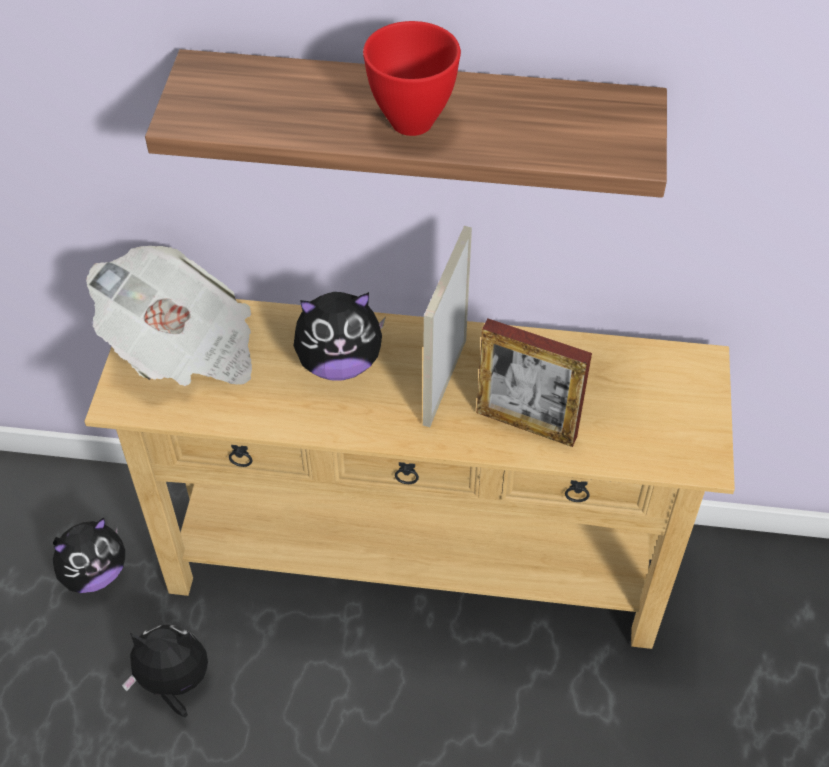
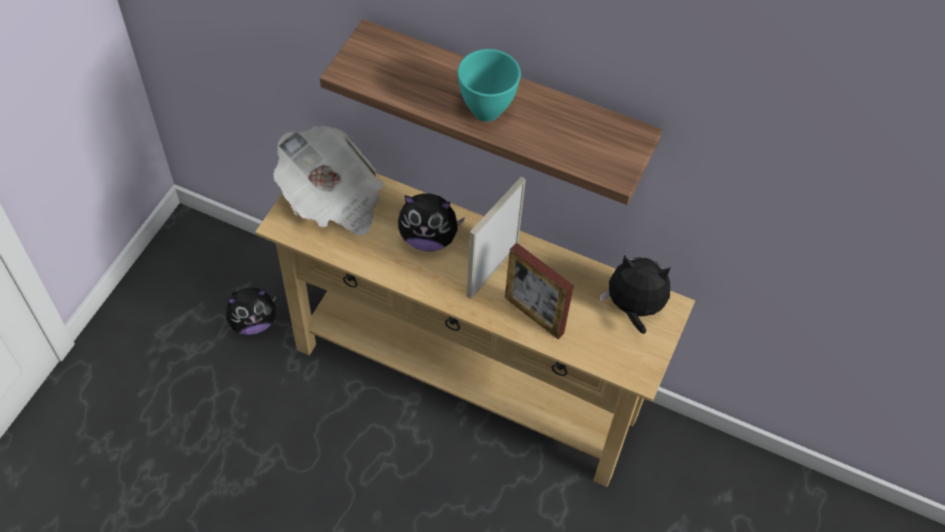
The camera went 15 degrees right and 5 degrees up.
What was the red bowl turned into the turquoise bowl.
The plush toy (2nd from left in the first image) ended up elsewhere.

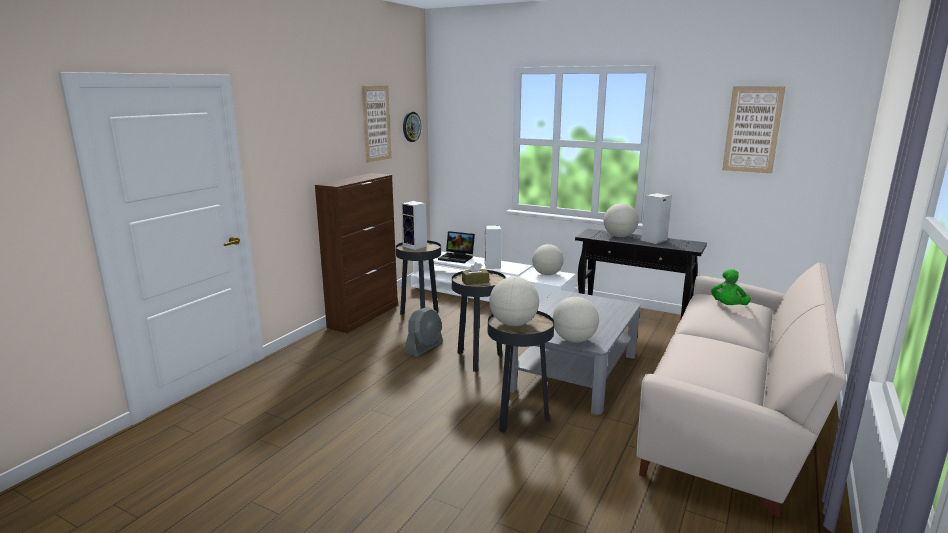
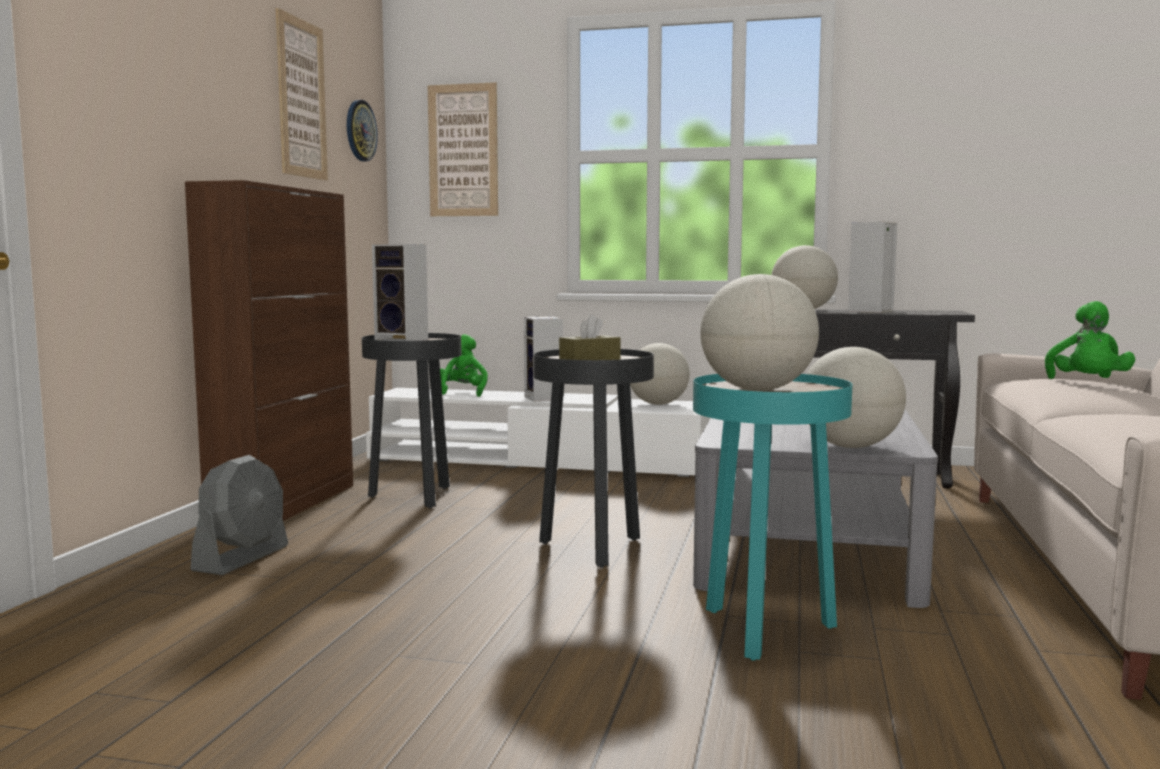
The camera went 15 degrees left and 10 degrees down.
The picture (2nd from left) ended up elsewhere.
Where the laptop stood, the green plush toy (1st from left) came to stand.
The grey fan ended up elsewhere.
What was the black side table (3rd from left) turned into the turquoise side table.

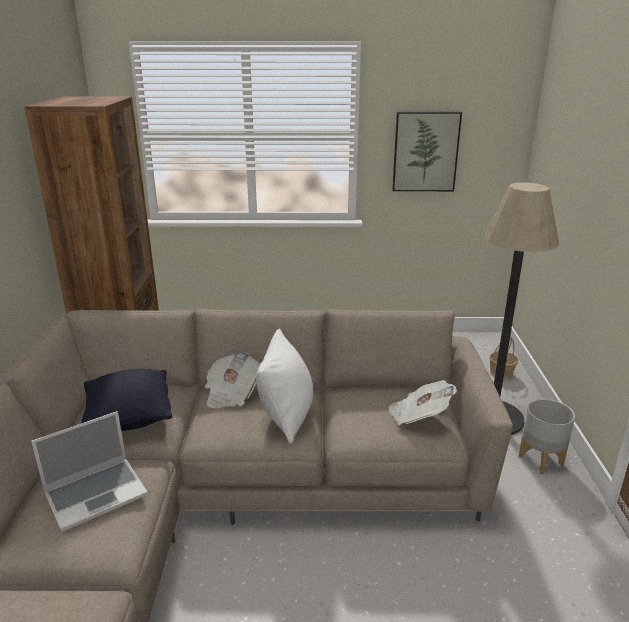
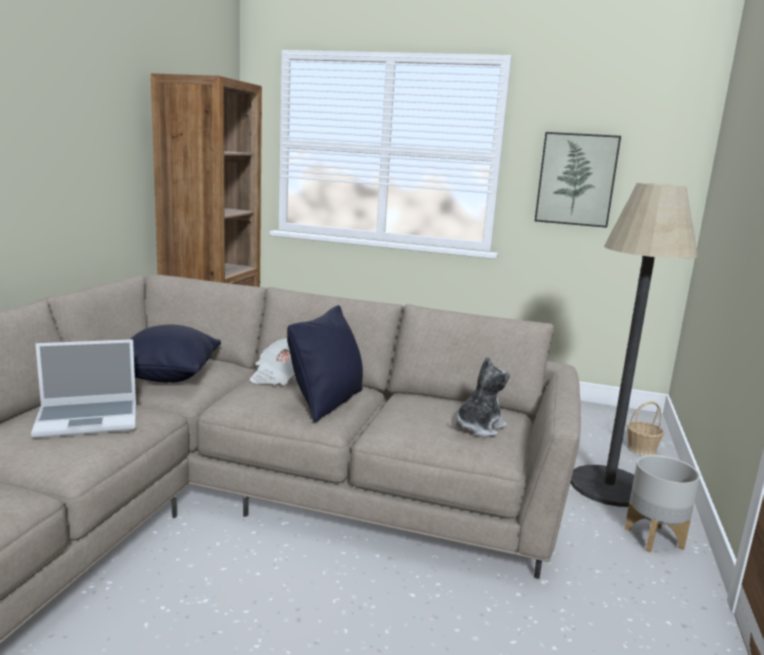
The camera went 15 degrees right and 10 degrees down.
What was the white pillow turned into the black pillow (2nd from left).
Where the newspaper (2nd from left) stood, the plush toy came to stand.

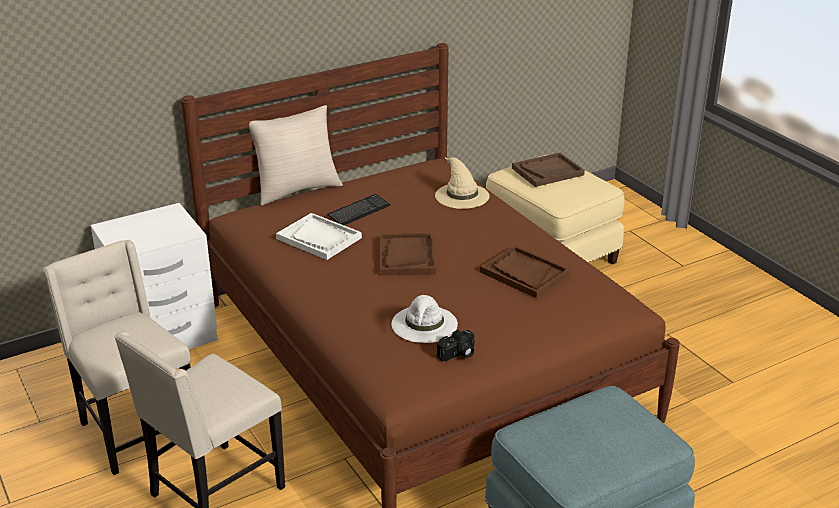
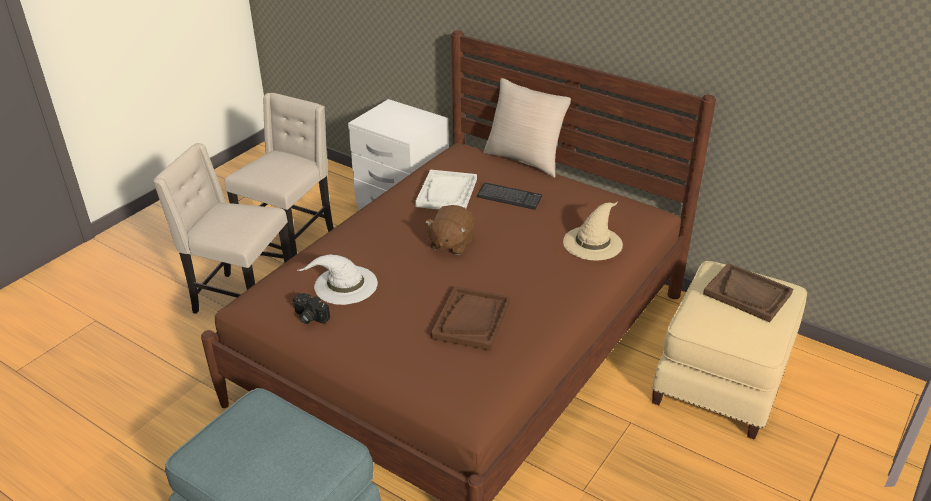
The camera went 65 degrees right and 5 degrees up.
Where the brown tray (1st from left) stood, the brown plush toy came to stand.

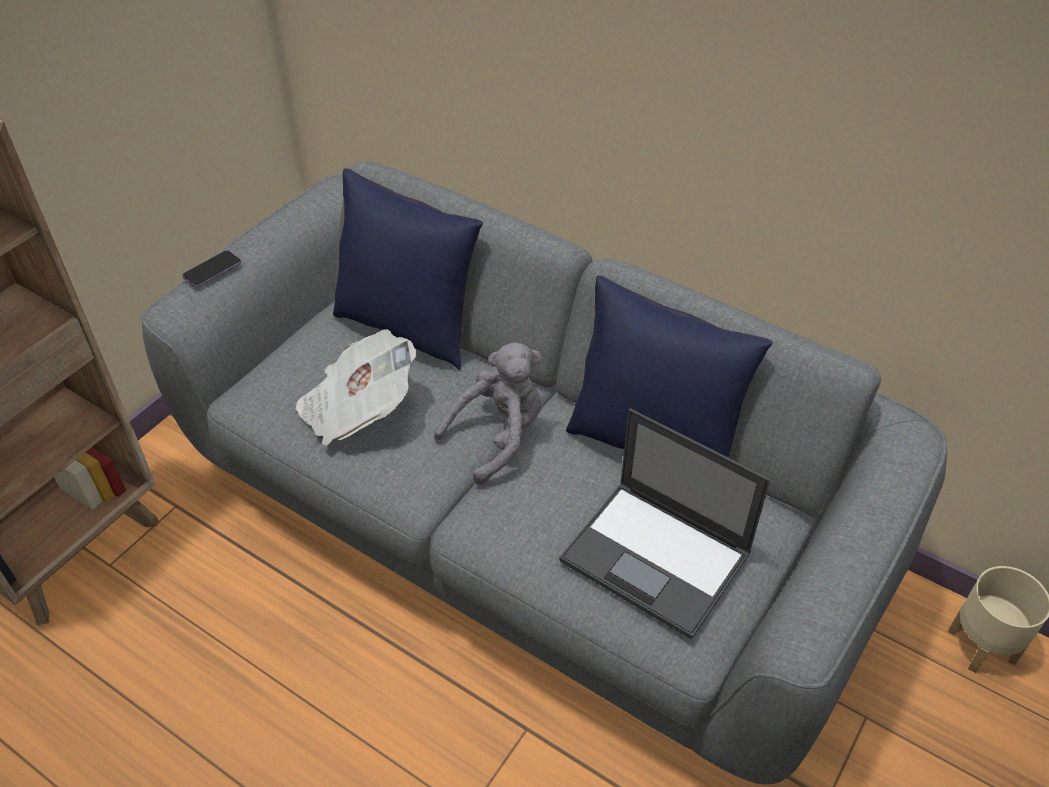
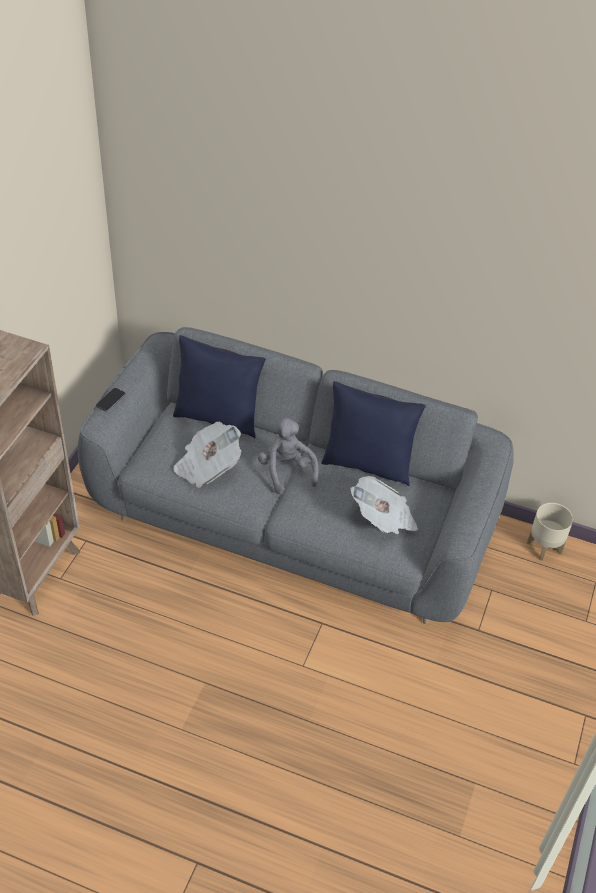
The camera went 15 degrees left and 0 degrees up.
The grey plush toy ended up facing another way, 60 degrees counterclockwise from before.
Where the laptop stood, the newspaper (2nd from left) came to stand.

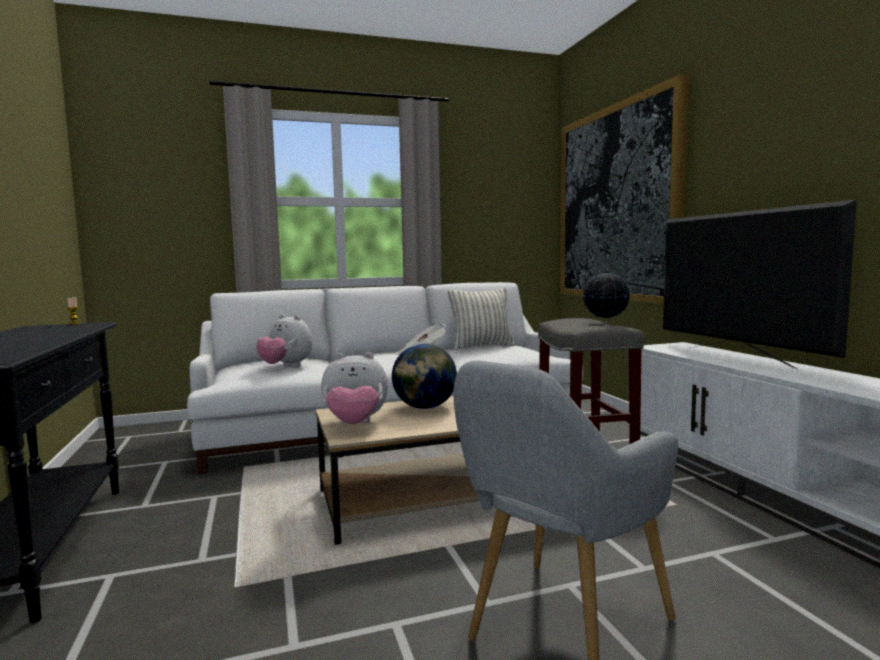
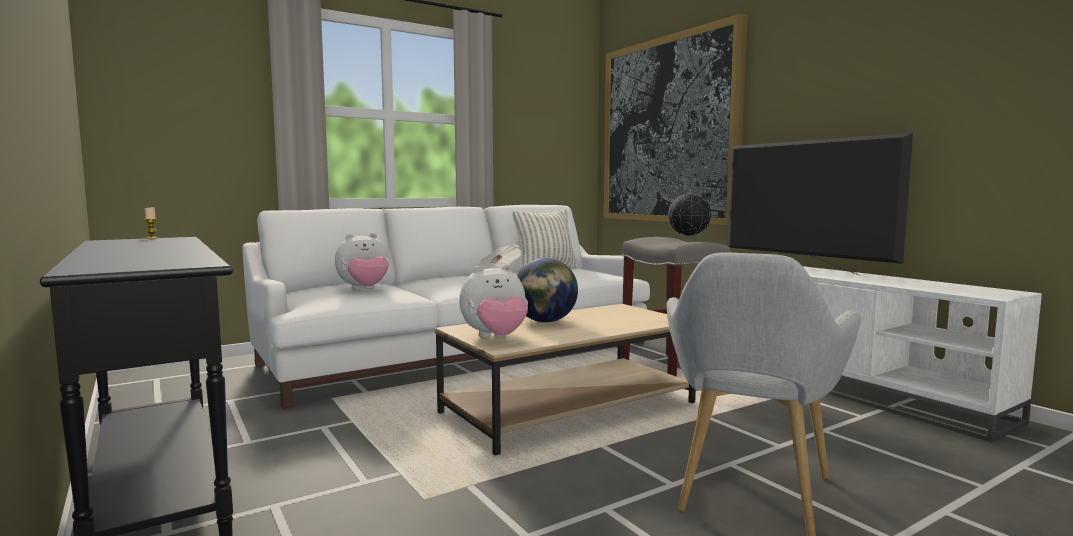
The camera went 15 degrees left and 0 degrees up.
The plush toy (1st from left) ended up facing another way, 45 degrees counterclockwise from before.

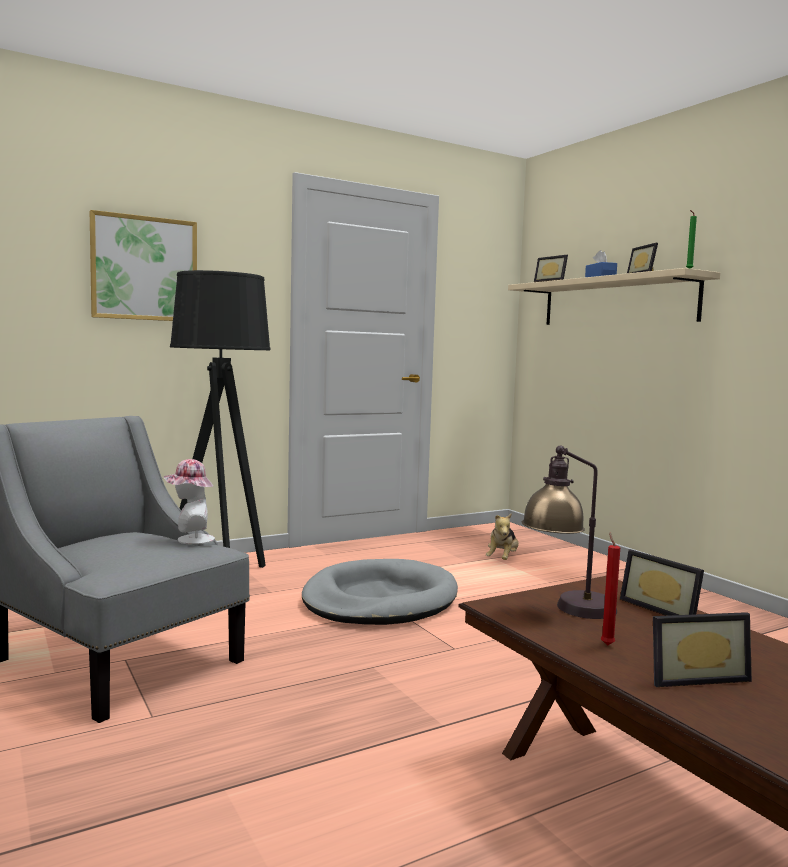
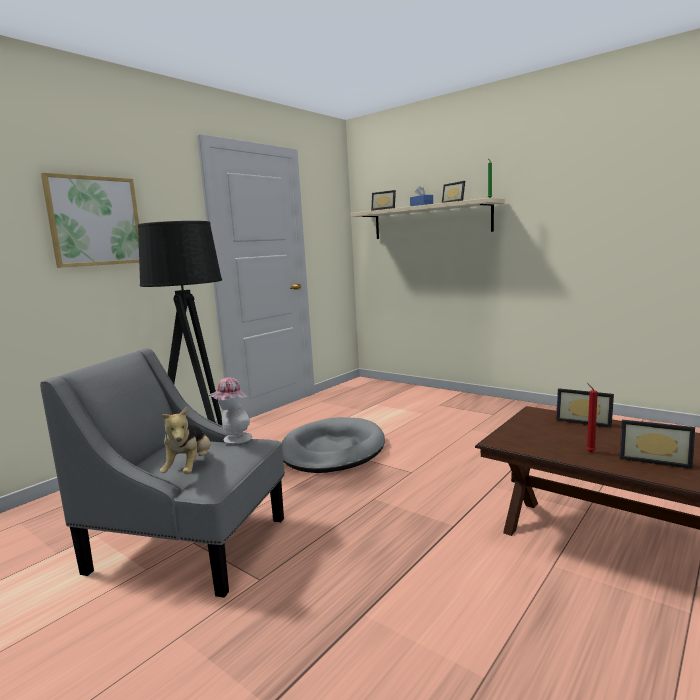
The camera went 20 degrees left and 5 degrees up.
The second view lost the table lamp.
The plush toy ended up elsewhere.
The picture frame (4th from left) ended up facing another way, 60 degrees clockwise from before.

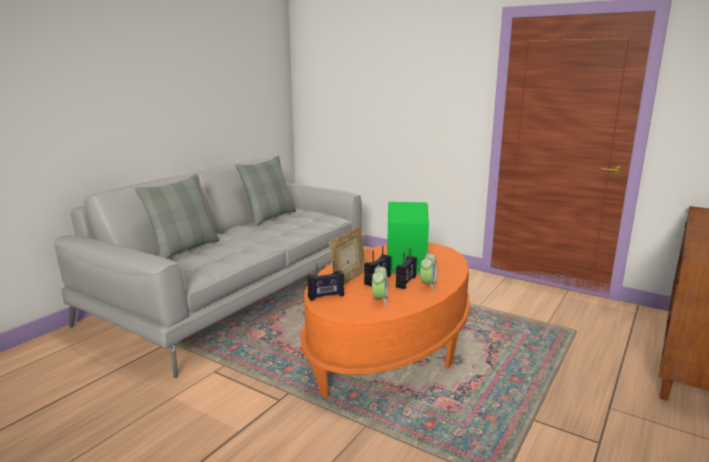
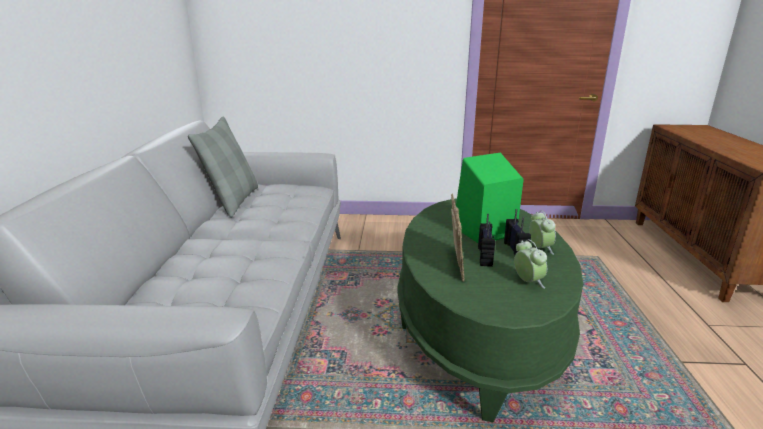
The camera went 30 degrees left and 5 degrees up.
The second view lost the grey pillow (1st from left).
What was the orange coffee table turned into the green coffee table.
The second view lost the radio (1st from left).

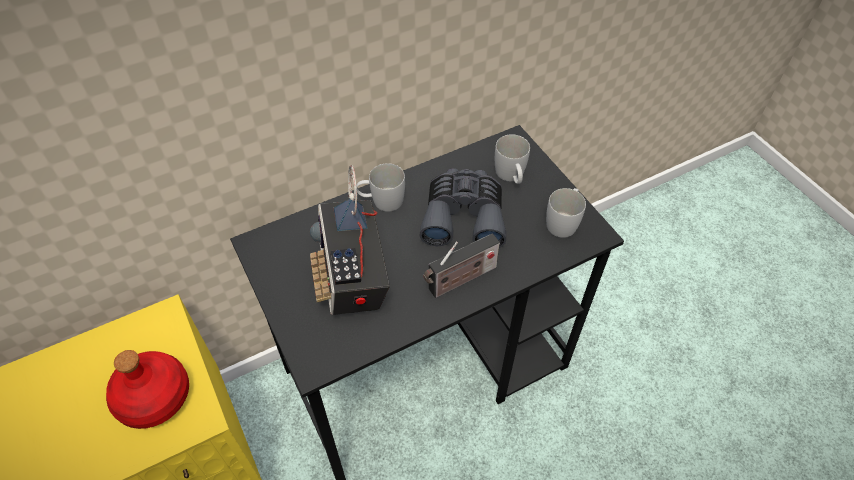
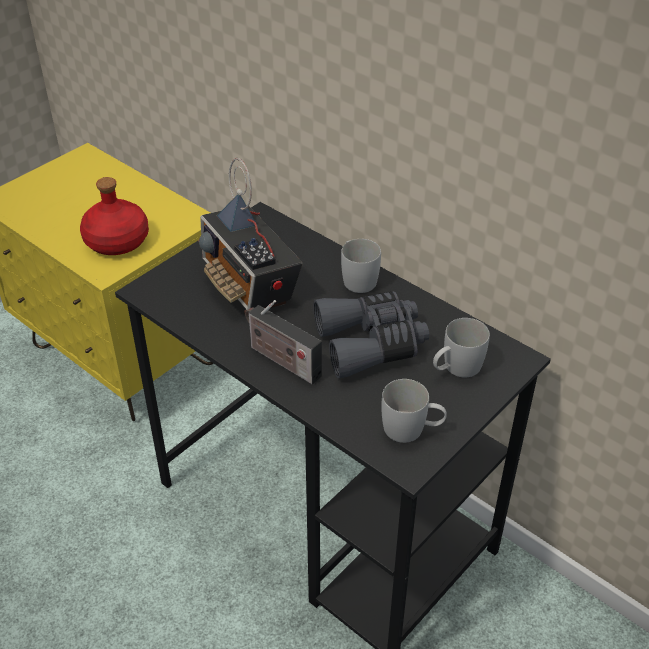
The camera went 70 degrees right and 10 degrees down.
The radio (1st from left) ended up facing another way, 90 degrees counterclockwise from before.

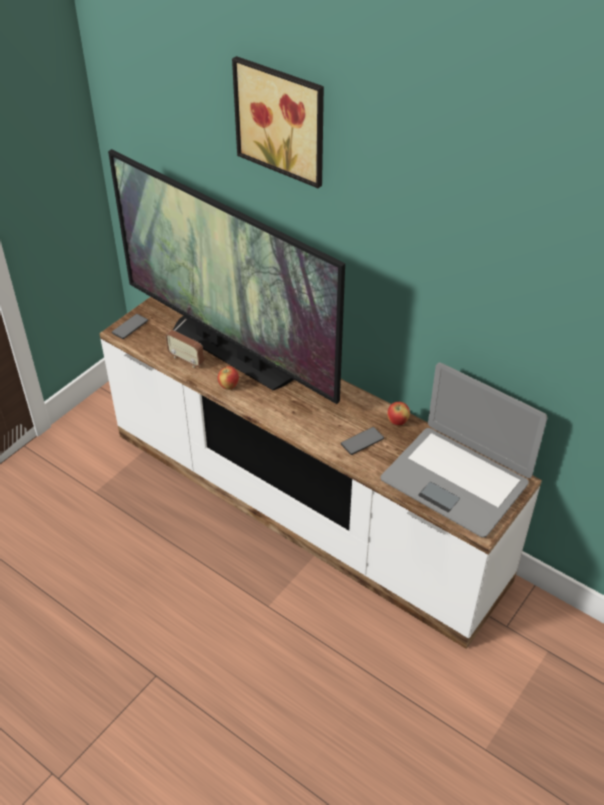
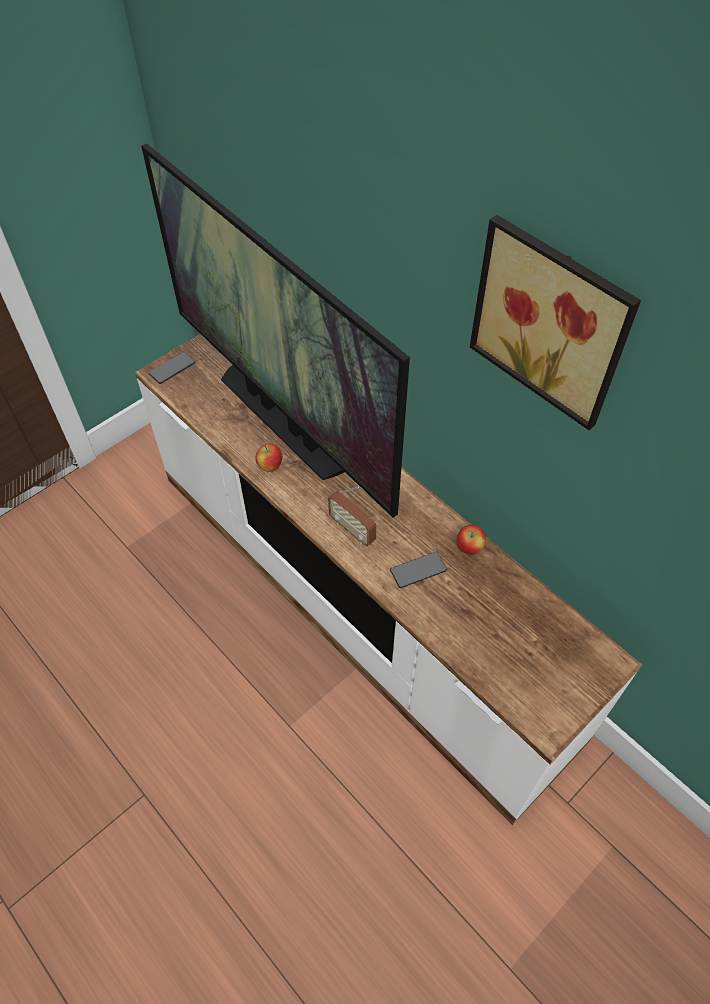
The camera went 10 degrees right and 10 degrees up.
The picture ended up elsewhere.
The radio ended up elsewhere.
The second view lost the laptop.

